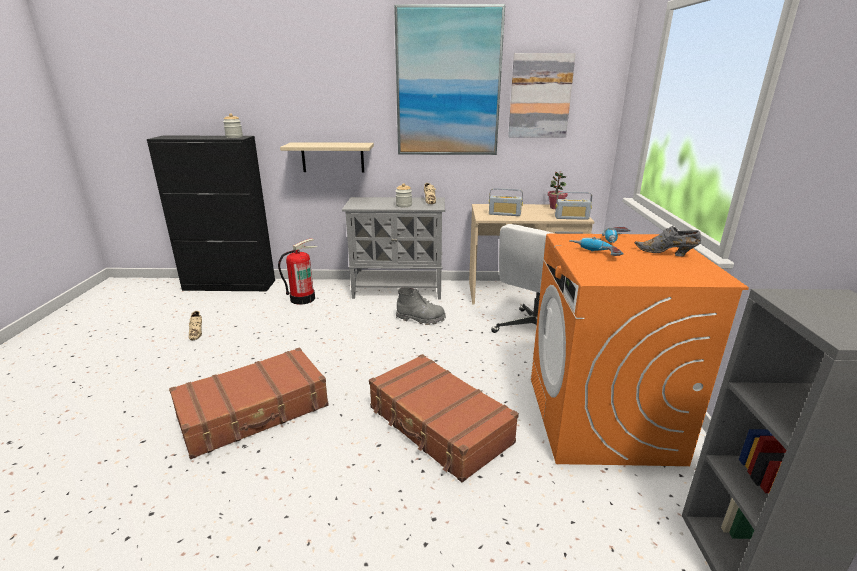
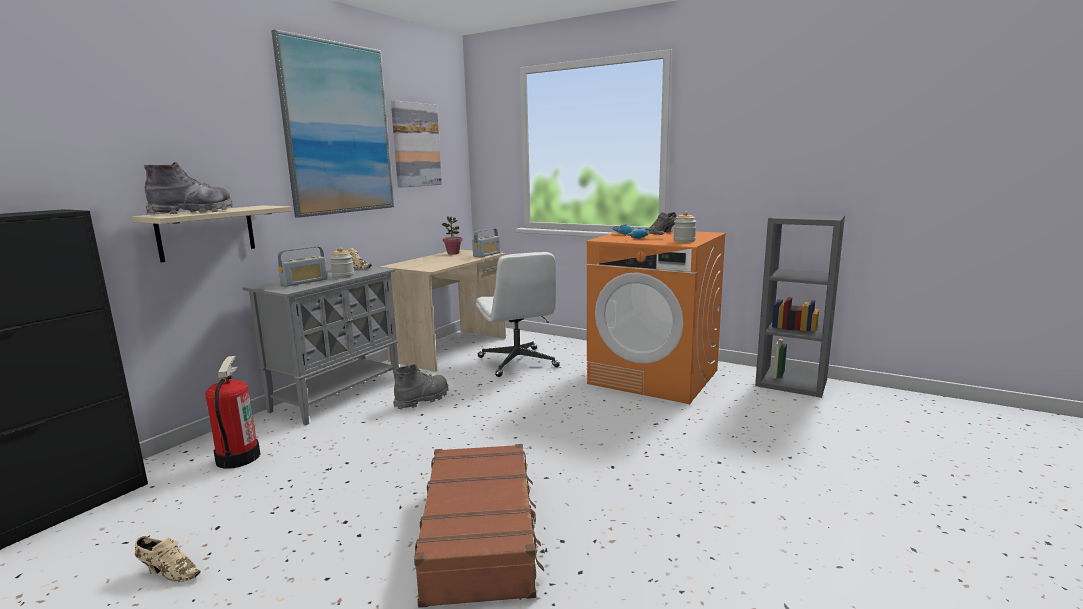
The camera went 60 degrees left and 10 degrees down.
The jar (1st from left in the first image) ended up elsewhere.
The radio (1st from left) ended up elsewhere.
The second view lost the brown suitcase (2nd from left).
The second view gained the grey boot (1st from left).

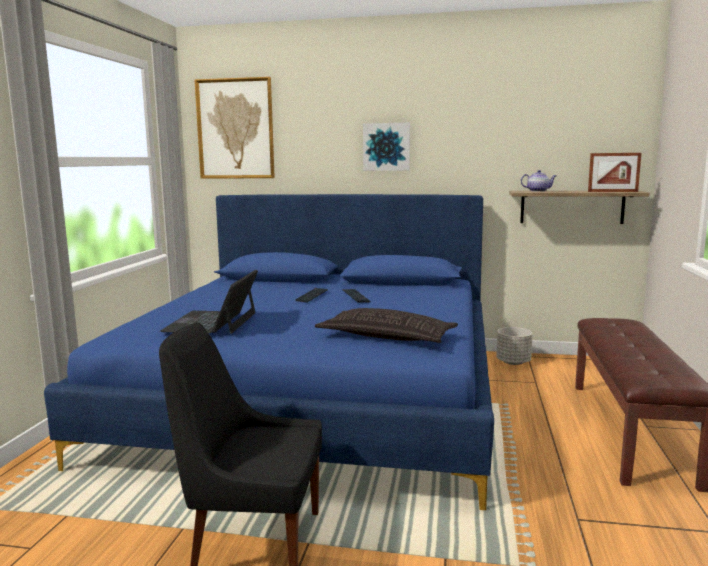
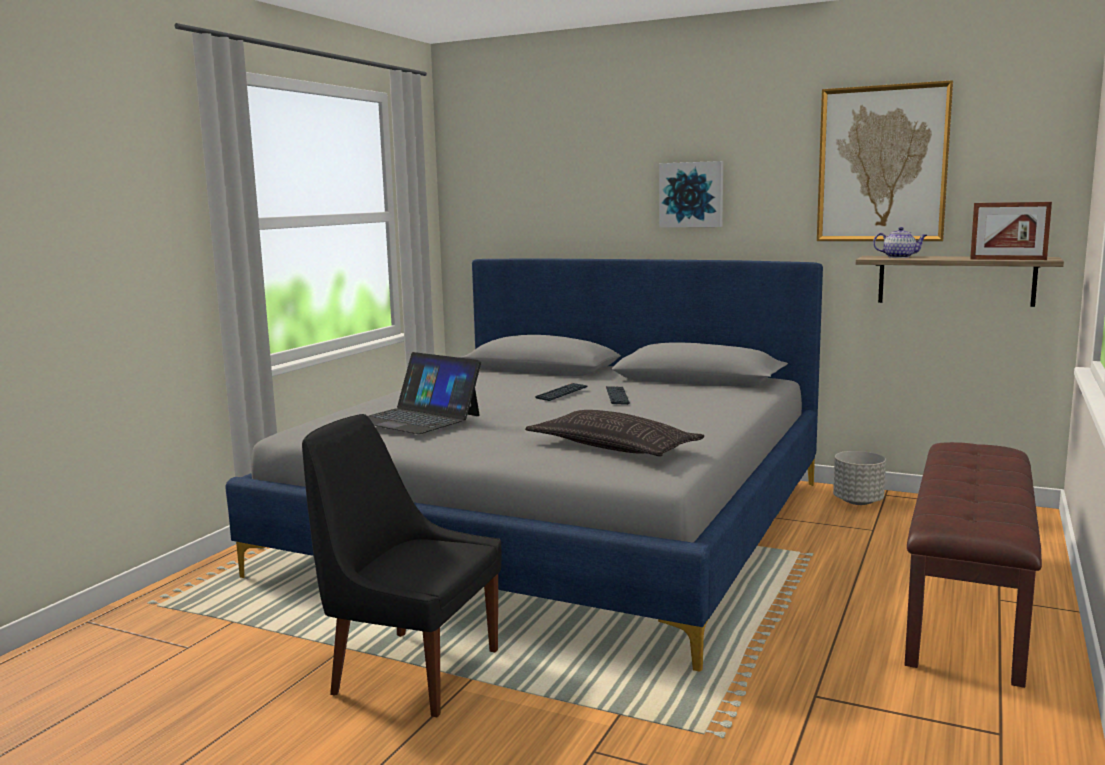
The camera went 15 degrees right and 0 degrees up.
The picture (1st from left in the first image) ended up elsewhere.
What was the blue bed turned into the grey bed.
The laptop ended up facing another way, 75 degrees counterclockwise from before.

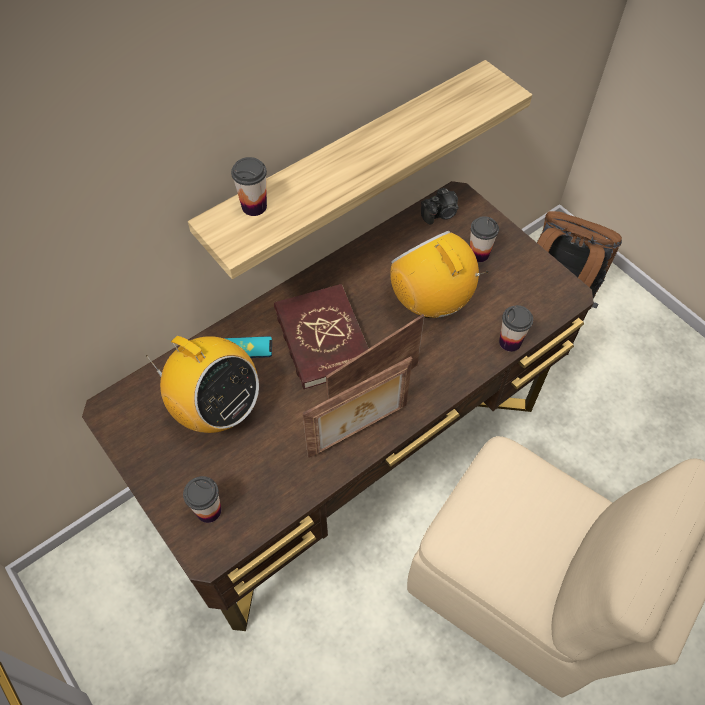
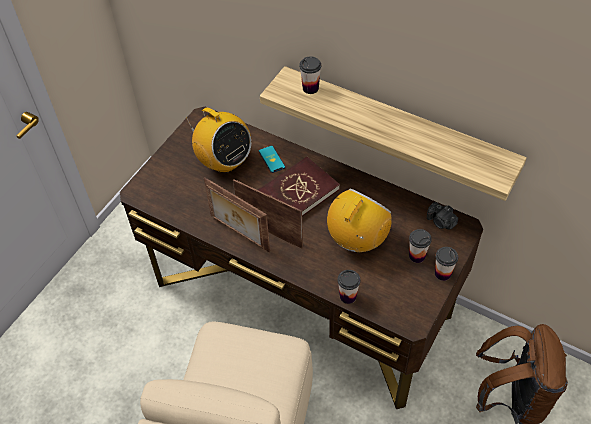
The camera went 70 degrees right and 5 degrees down.
The radio (1st from left) ended up facing another way, 60 degrees counterclockwise from before.
The cup (1st from left in the first image) ended up elsewhere.

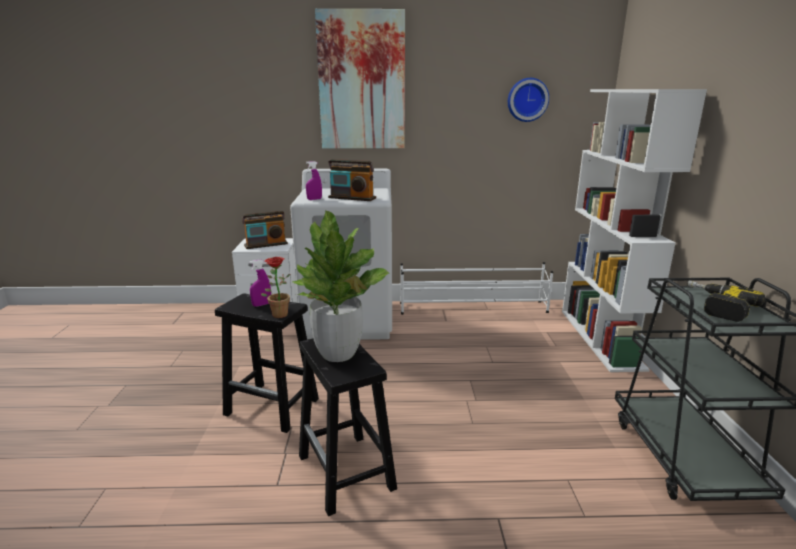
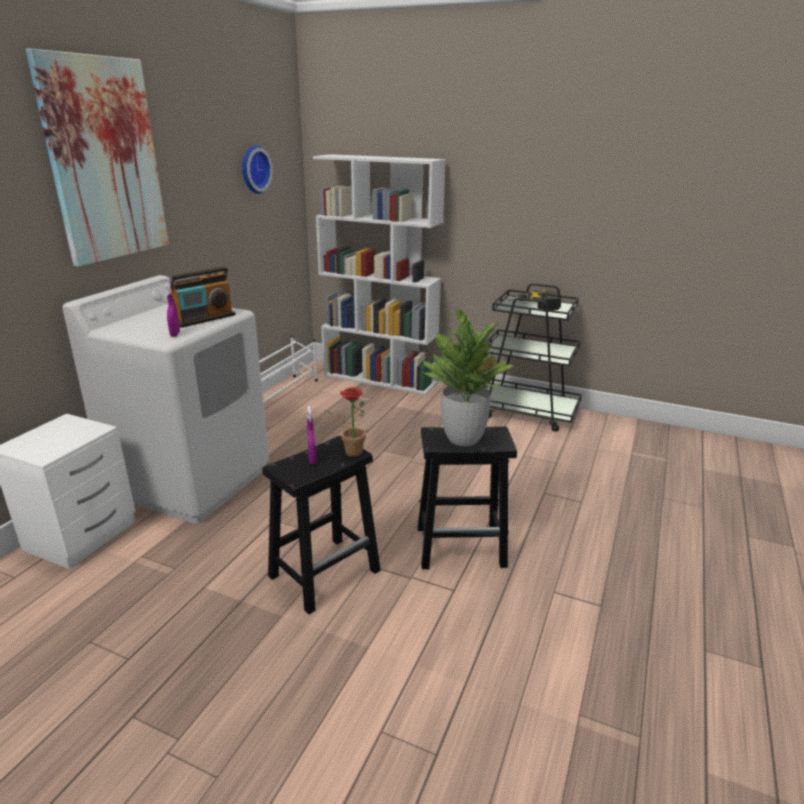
The camera went 65 degrees left and 5 degrees up.
The second view lost the radio (1st from left).

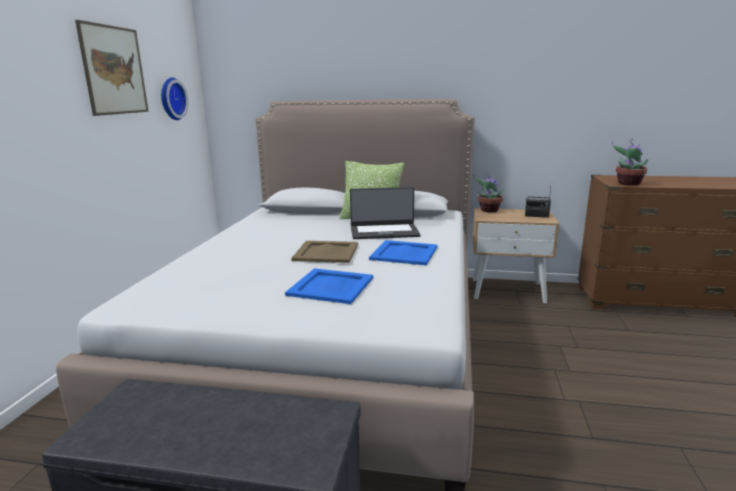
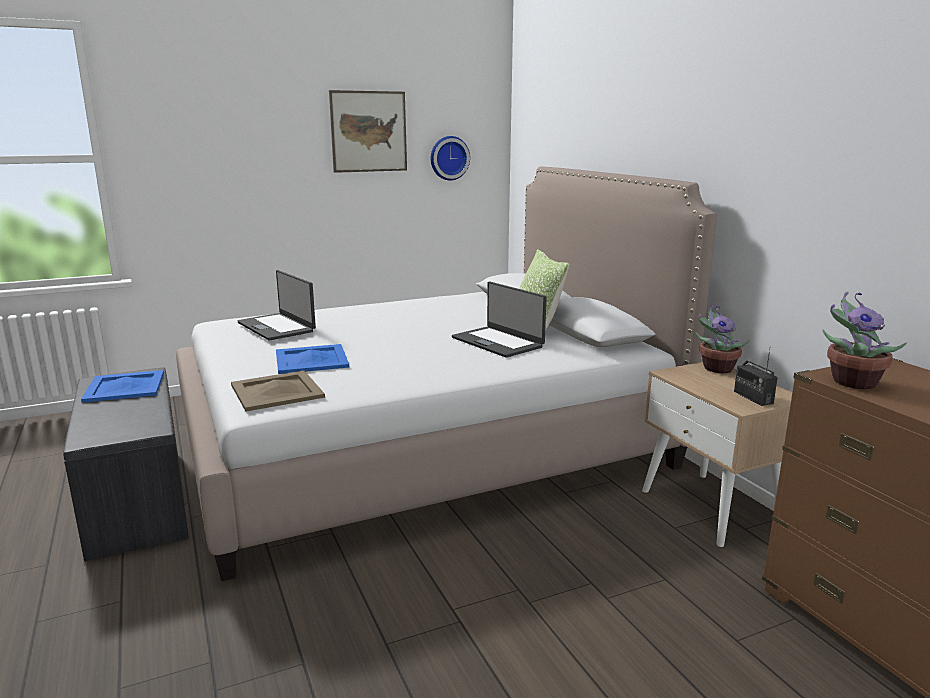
The camera went 55 degrees right and 0 degrees up.
The blue tray (2nd from left in the first image) ended up elsewhere.
The beige tray ended up elsewhere.
The second view gained the laptop (1st from left).

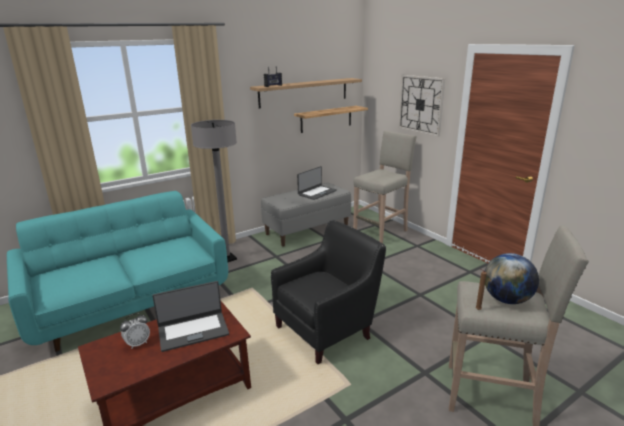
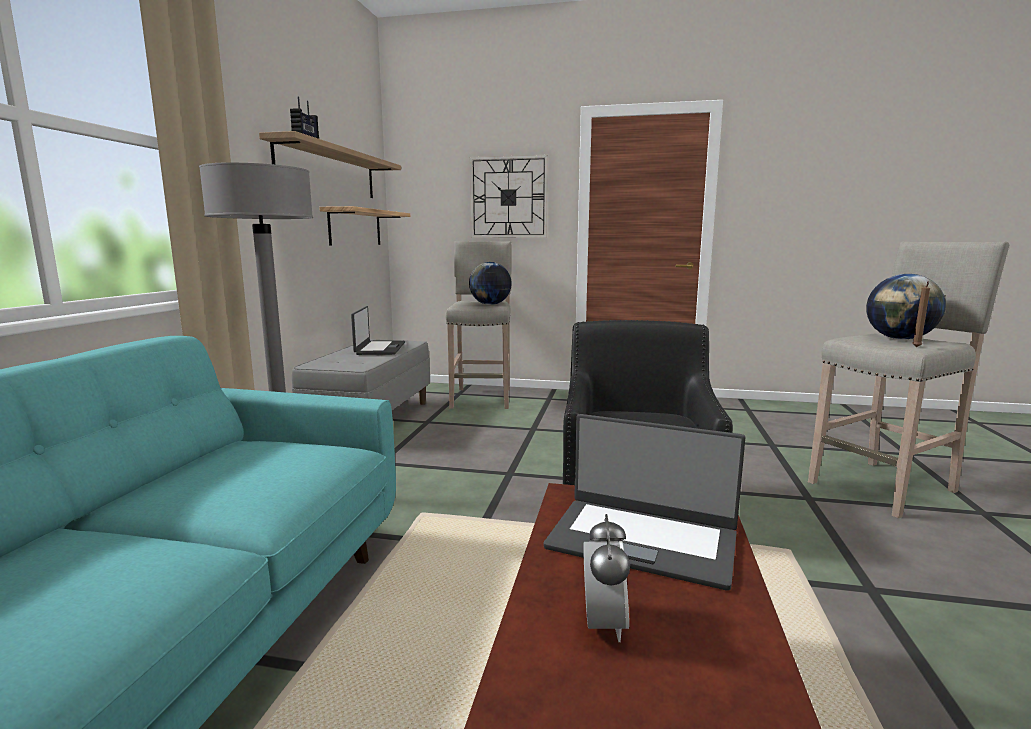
The camera went 45 degrees left and 10 degrees down.
The laptop (1st from left in the first image) ended up facing another way, 90 degrees clockwise from before.
The second view gained the globe (1st from left).

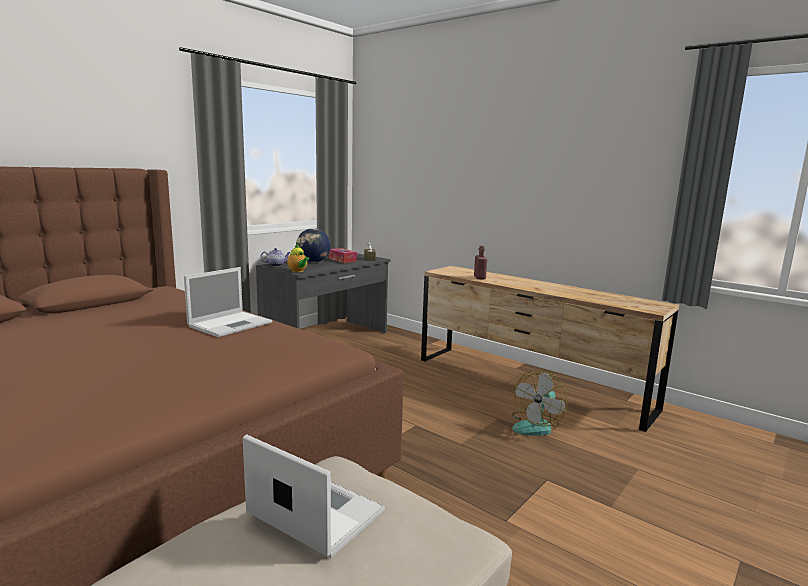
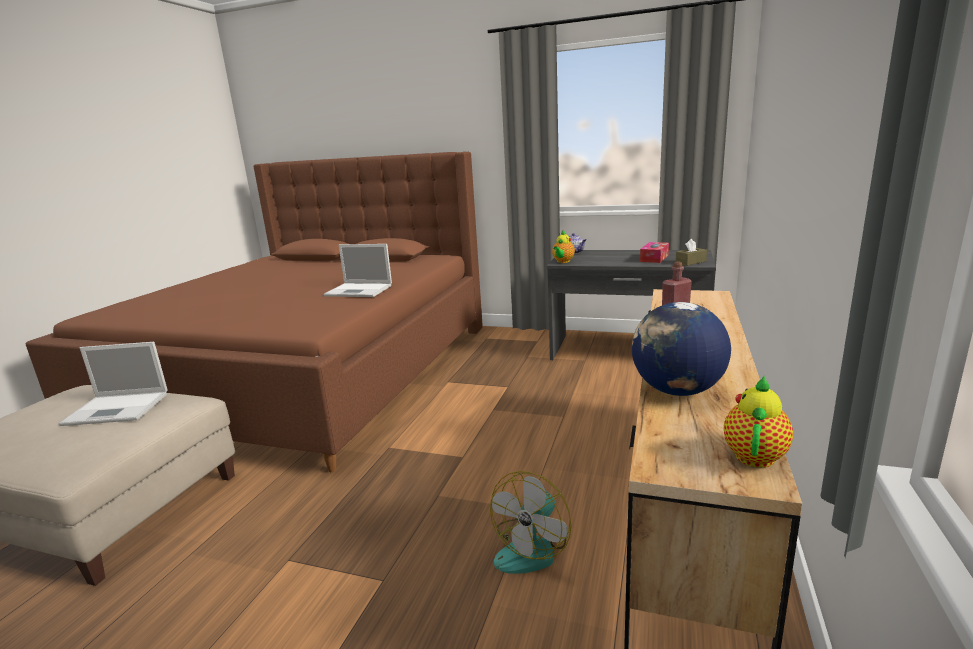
The camera went 70 degrees right and 5 degrees up.
The globe ended up elsewhere.
The fan ended up facing another way, 75 degrees counterclockwise from before.
The laptop (2nd from left in the first image) ended up facing another way, 75 degrees clockwise from before.
The second view gained the teapot (3rd from left).

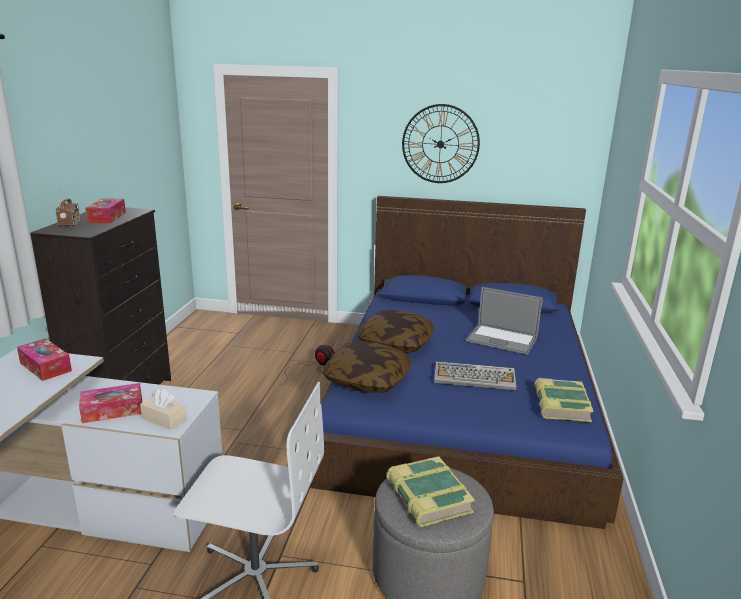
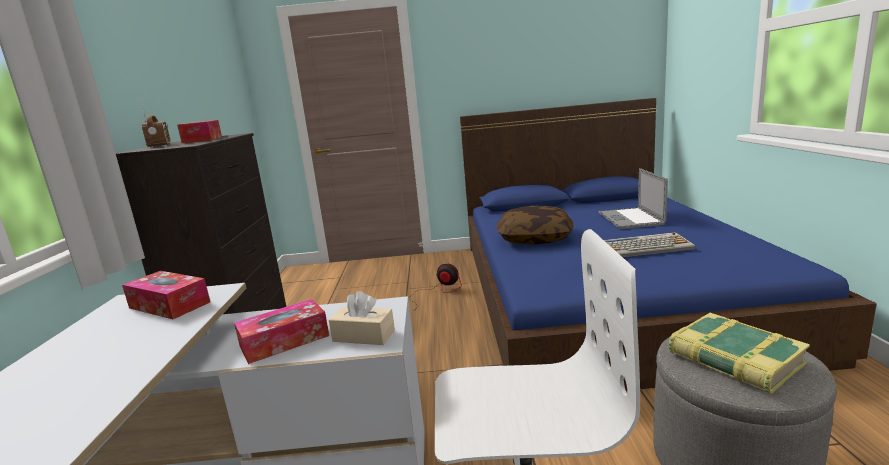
The camera went 10 degrees left and 5 degrees down.
The second view lost the wall clock.
The laptop ended up facing another way, 75 degrees clockwise from before.
The second view lost the pillow (1st from left).
The second view lost the book (2nd from left).

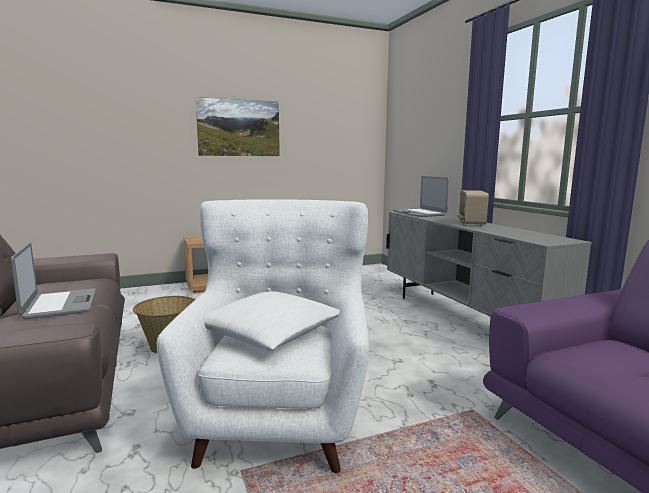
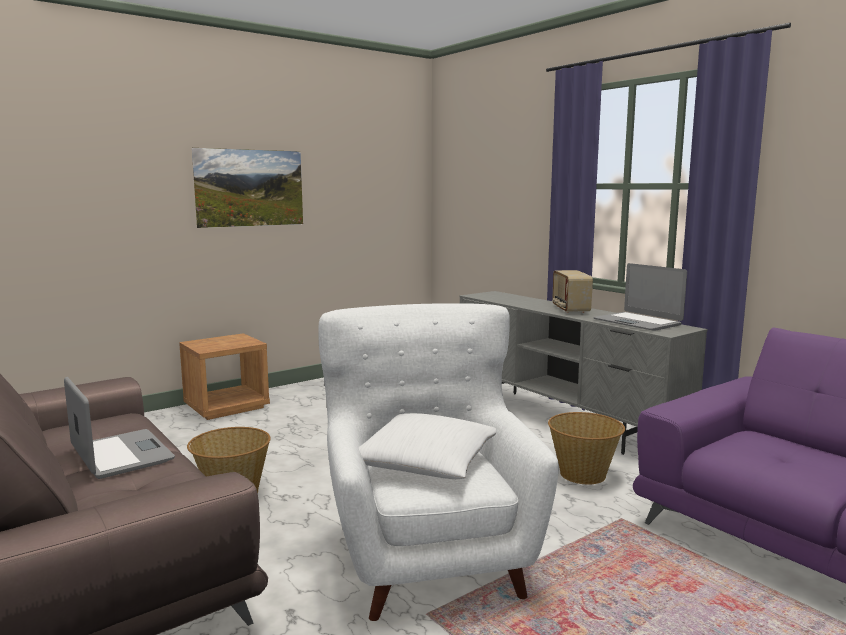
The camera went 15 degrees left and 0 degrees up.
The laptop (2nd from left) ended up elsewhere.
The second view gained the basket (2nd from left).

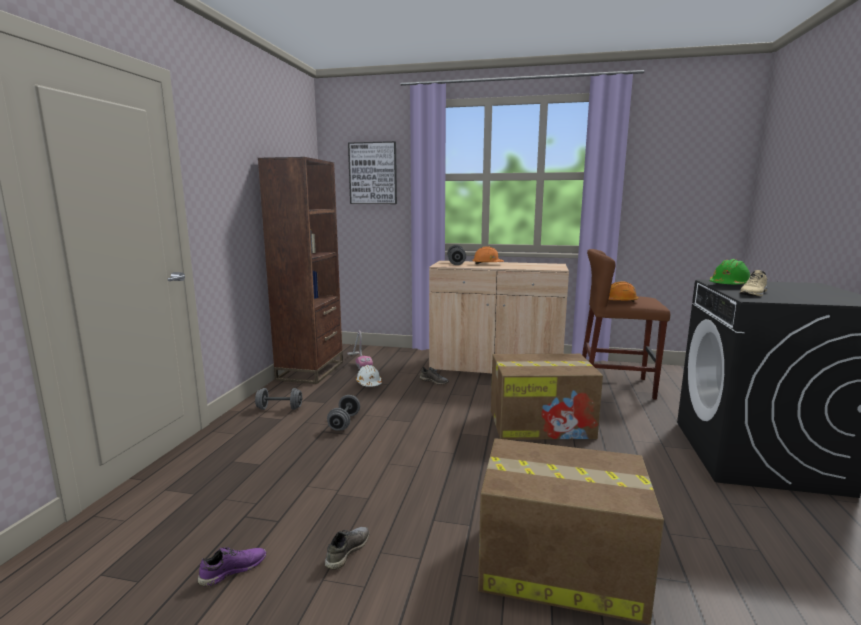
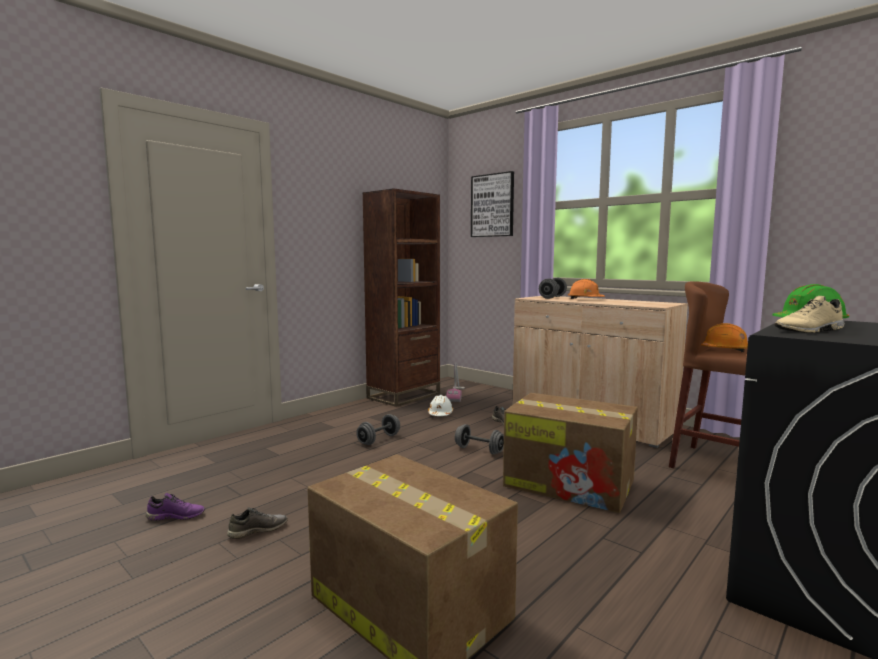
The camera went 30 degrees right and 5 degrees down.
The grey dumbbell (1st from left in the first image) ended up elsewhere.

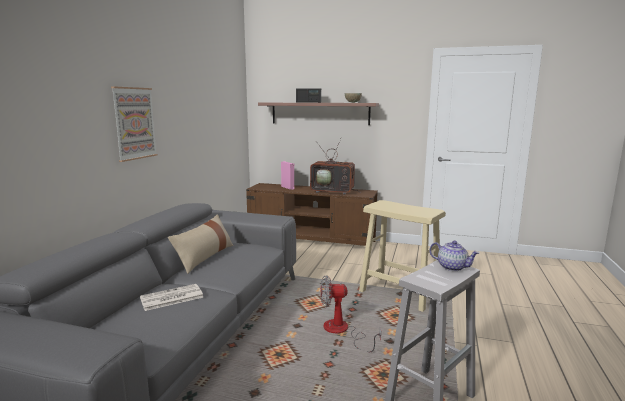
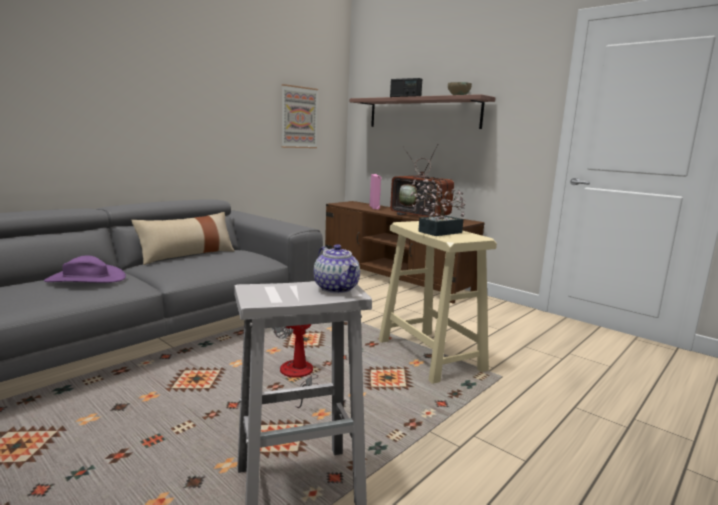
The camera went 25 degrees right and 0 degrees up.
The picture ended up elsewhere.
Where the newspaper stood, the purple hat came to stand.
The second view gained the potted plant.

